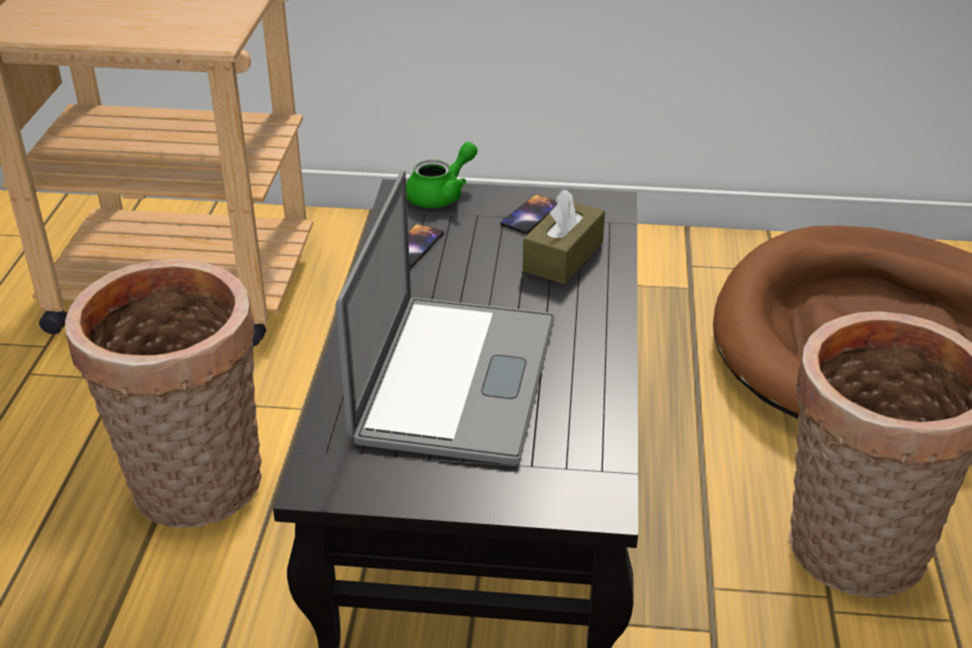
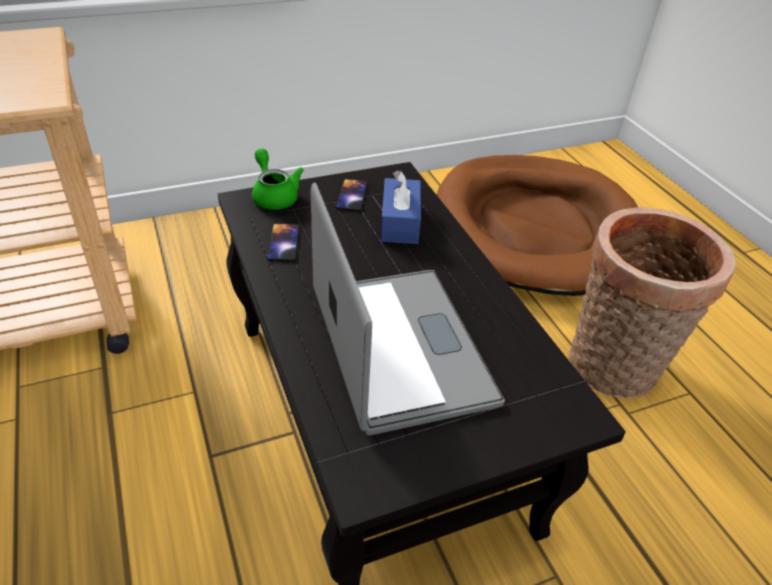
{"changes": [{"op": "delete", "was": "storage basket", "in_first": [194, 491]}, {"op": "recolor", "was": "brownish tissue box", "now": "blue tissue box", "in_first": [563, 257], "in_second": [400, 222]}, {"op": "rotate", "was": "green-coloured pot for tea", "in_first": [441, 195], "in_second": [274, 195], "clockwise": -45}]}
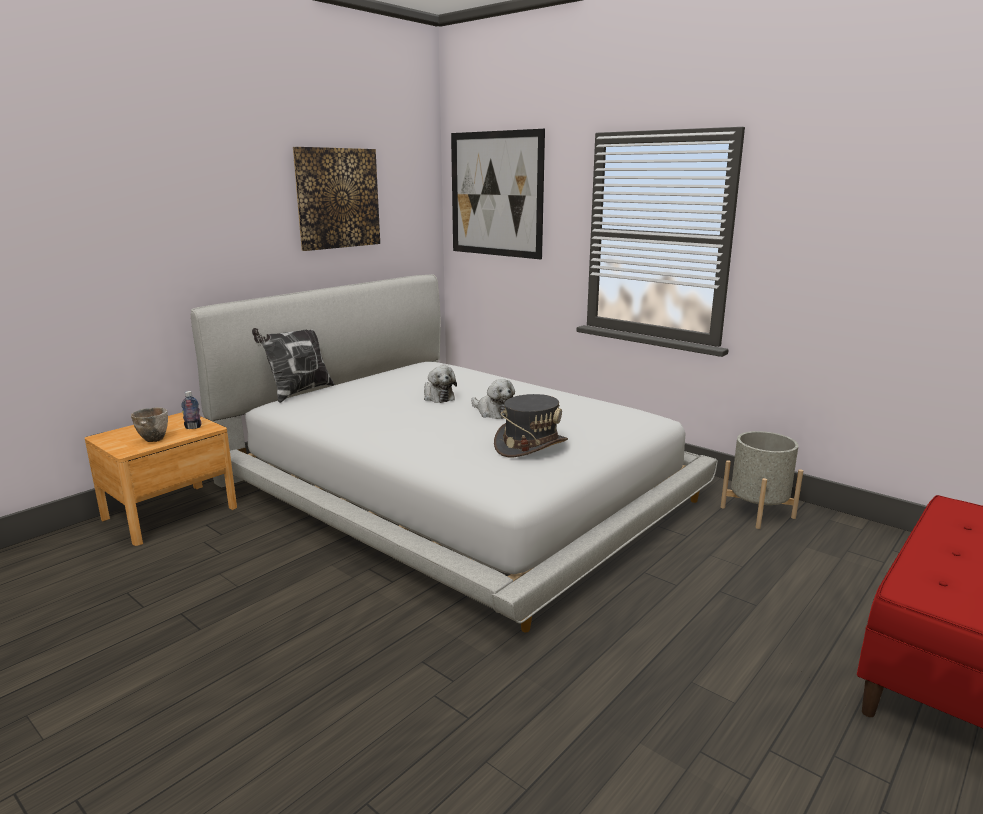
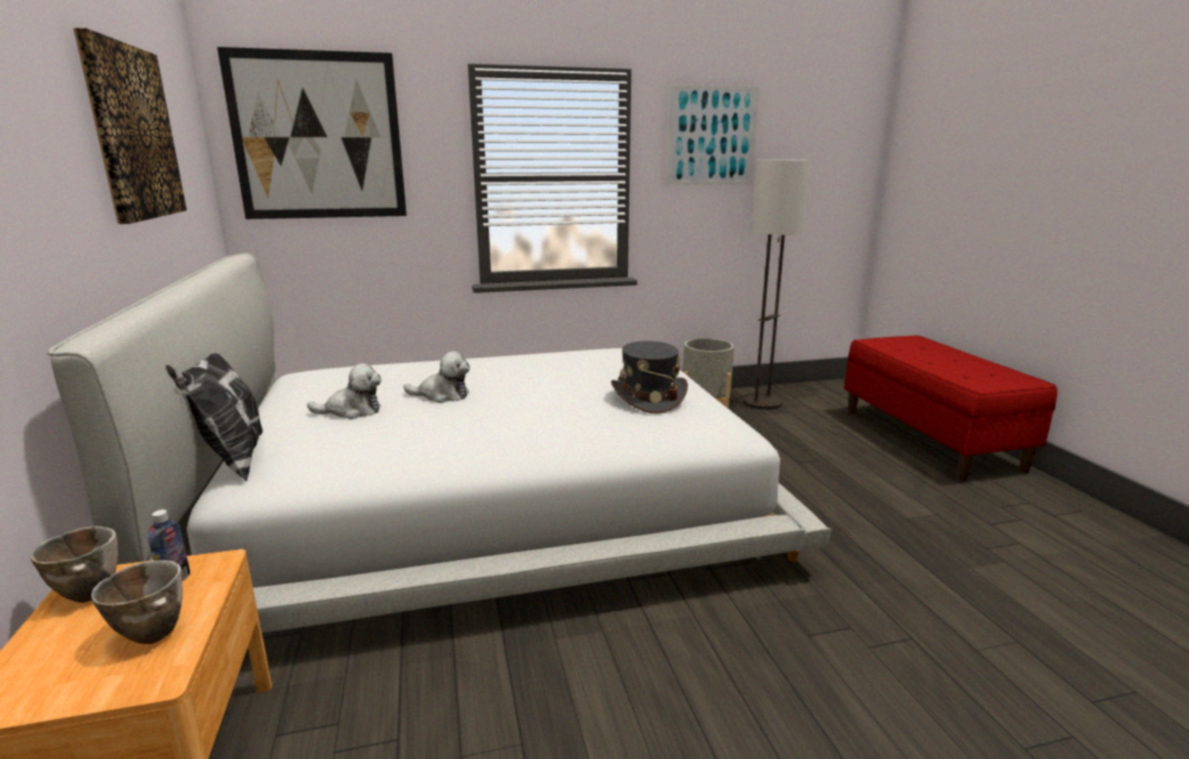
{"changes": [{"op": "insert", "now": "serving bowl", "in_second": [90, 592]}, {"op": "insert", "now": "picture", "in_second": [712, 136]}, {"op": "insert", "now": "standard lamp", "in_second": [762, 402]}, {"op": "move", "was": "plush toy", "in_first": [493, 412], "in_second": [352, 411]}]}
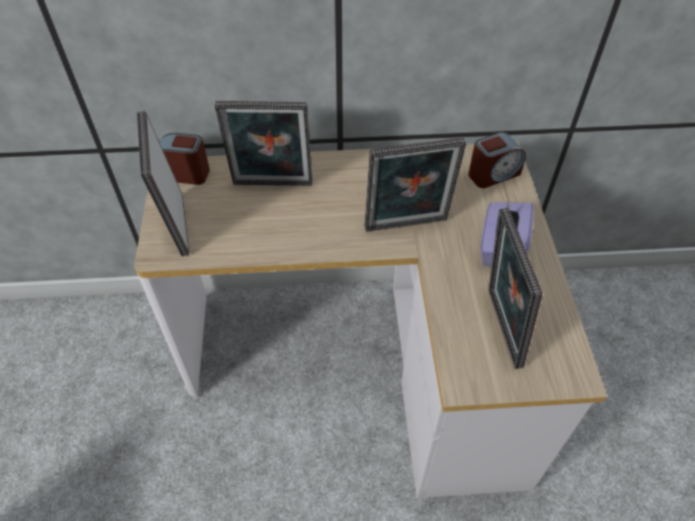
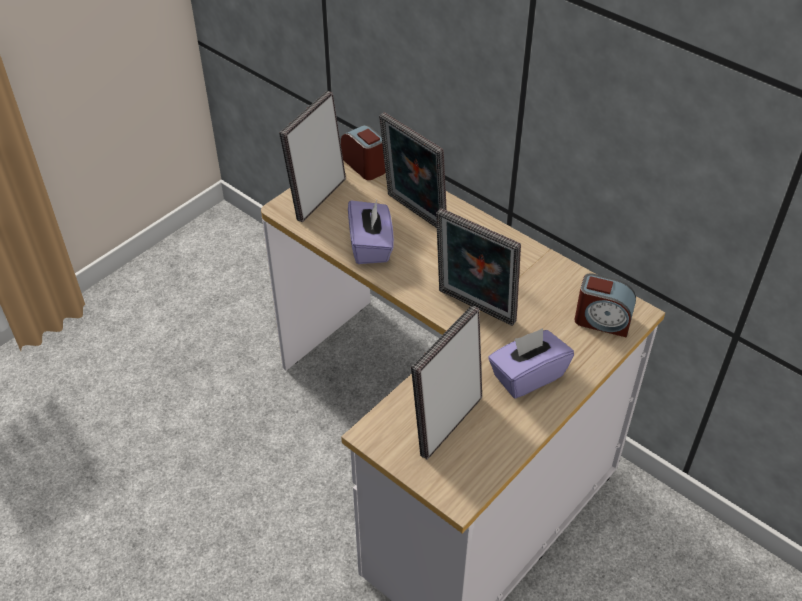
{"changes": [{"op": "insert", "now": "purplish tissue box", "in_second": [371, 246]}]}
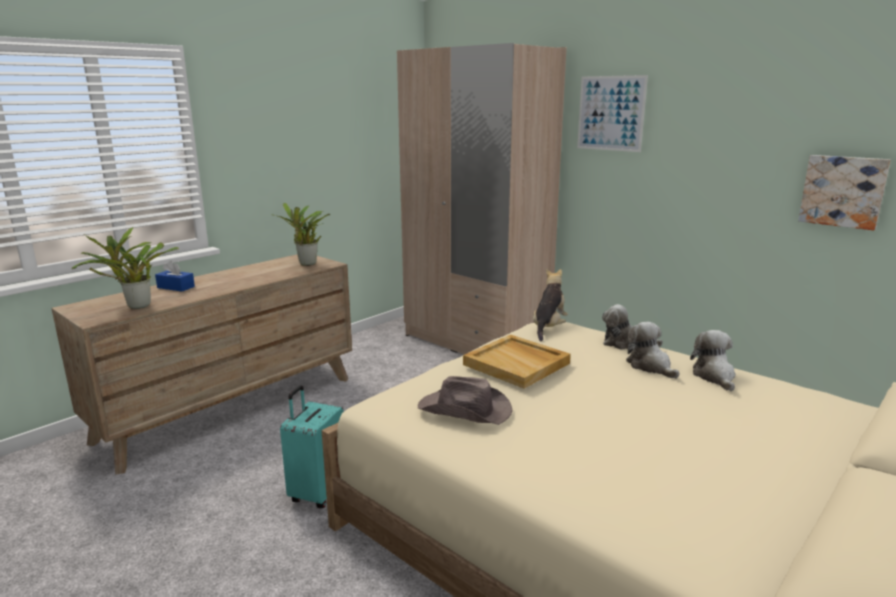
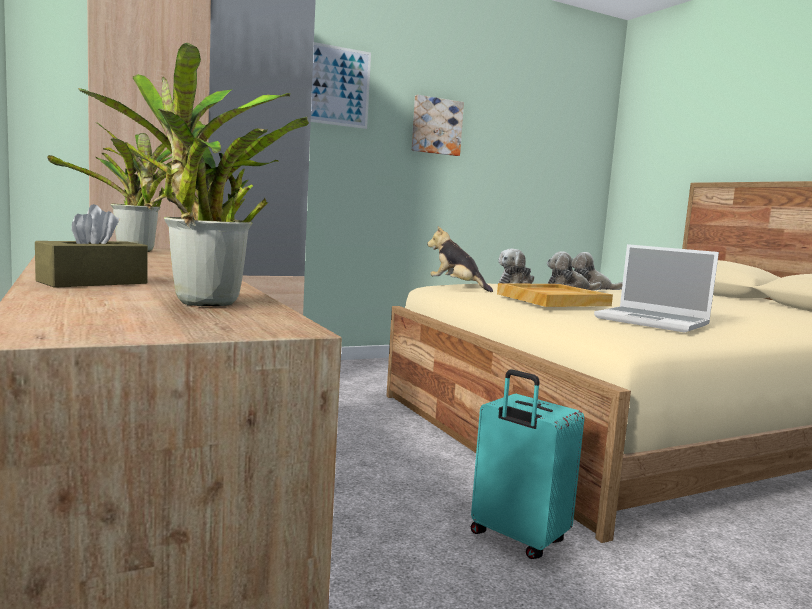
{"changes": [{"op": "move", "was": "picture", "in_first": [843, 191], "in_second": [436, 126]}, {"op": "replace", "was": "brownish hat", "now": "notebook computer", "in_first": [465, 410], "in_second": [653, 322]}, {"op": "recolor", "was": "blue tissue box", "now": "brownish tissue box", "in_first": [176, 287], "in_second": [93, 282]}]}
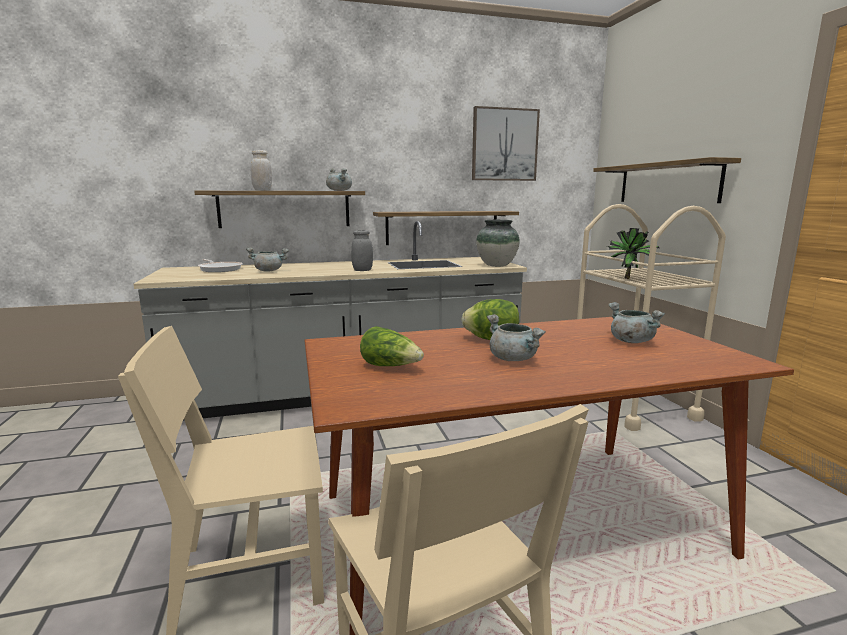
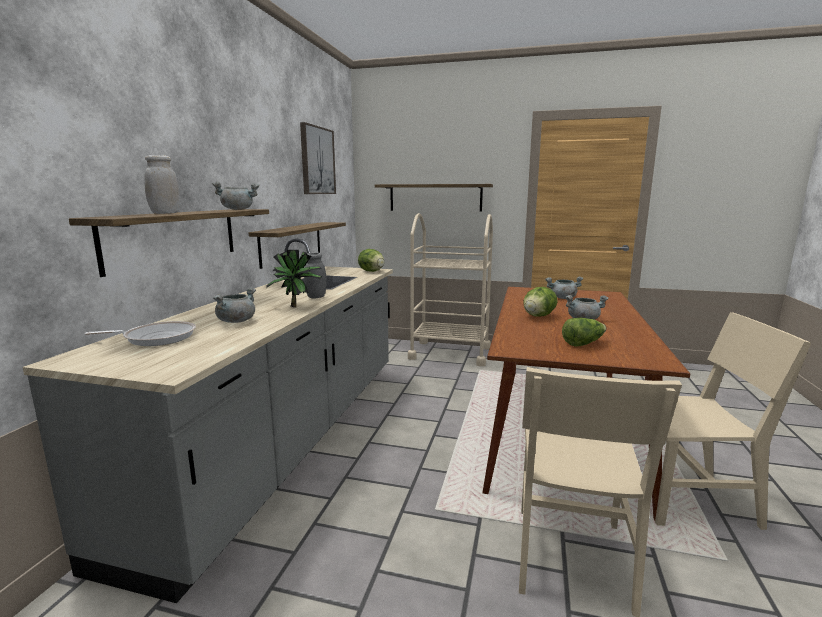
{"changes": [{"op": "move", "was": "potted plant", "in_first": [630, 279], "in_second": [297, 306]}, {"op": "replace", "was": "decorative vase", "now": "head of lettuce", "in_first": [497, 265], "in_second": [372, 271]}]}
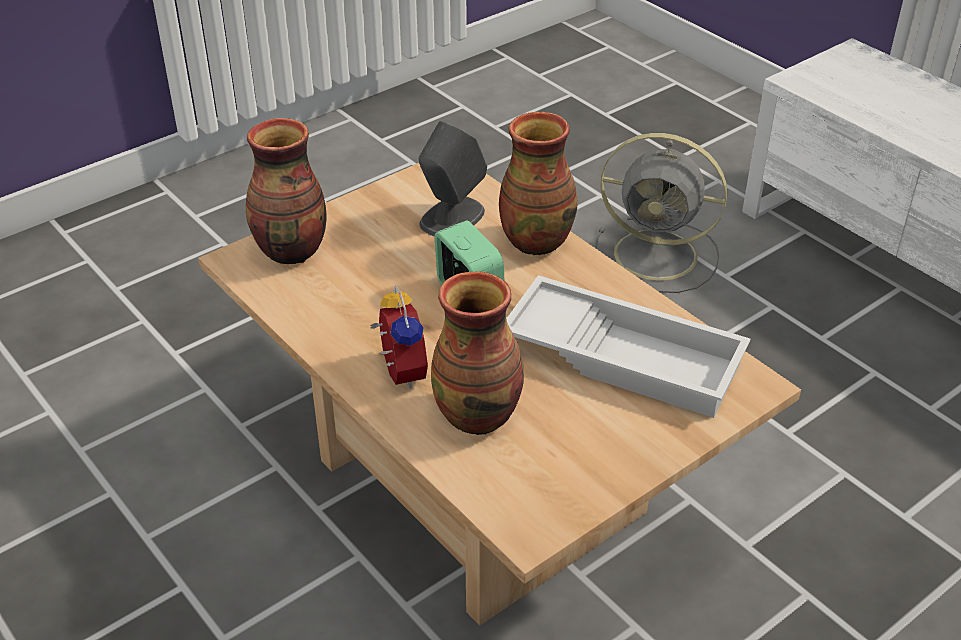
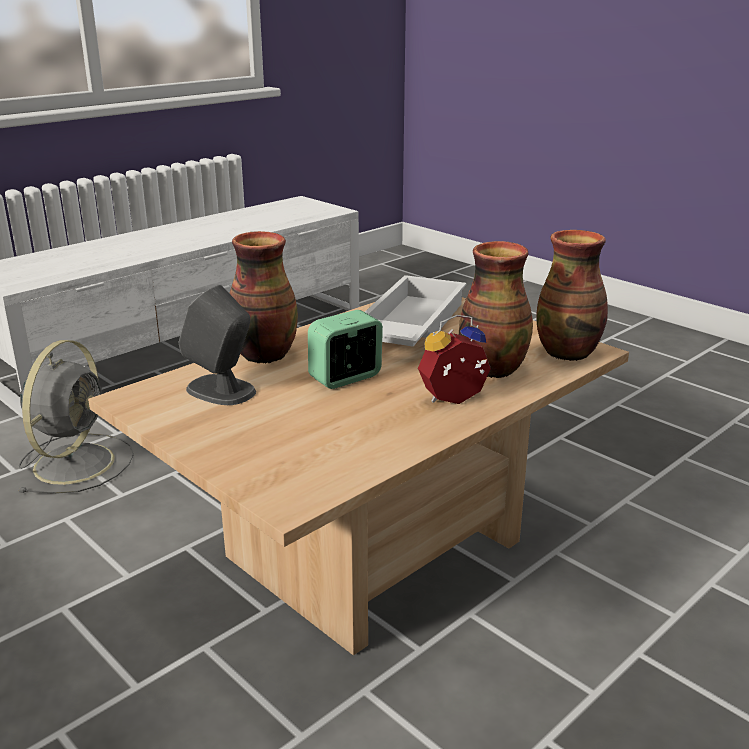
{"changes": [{"op": "move", "was": "decorative vase", "in_first": [292, 251], "in_second": [568, 352]}]}
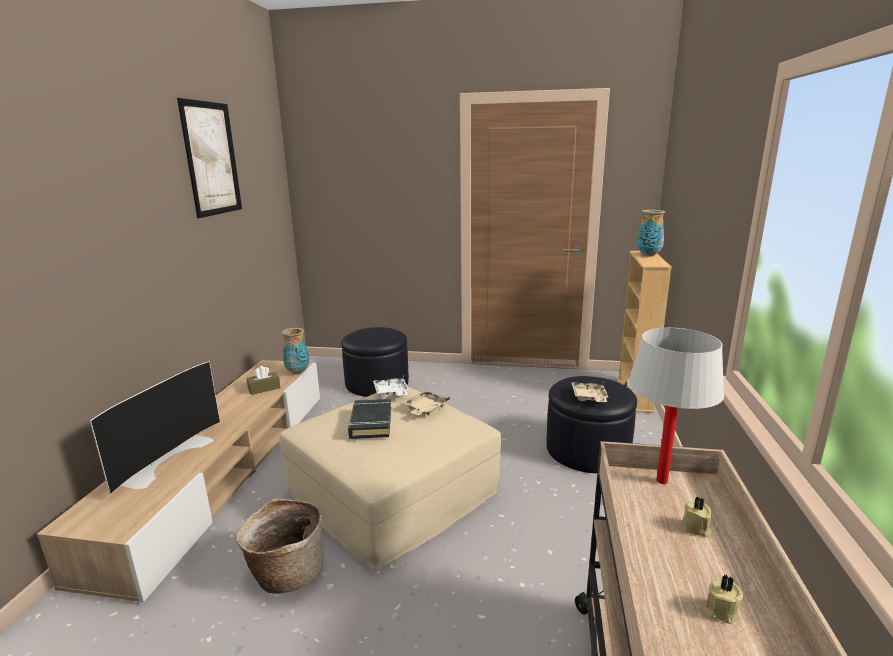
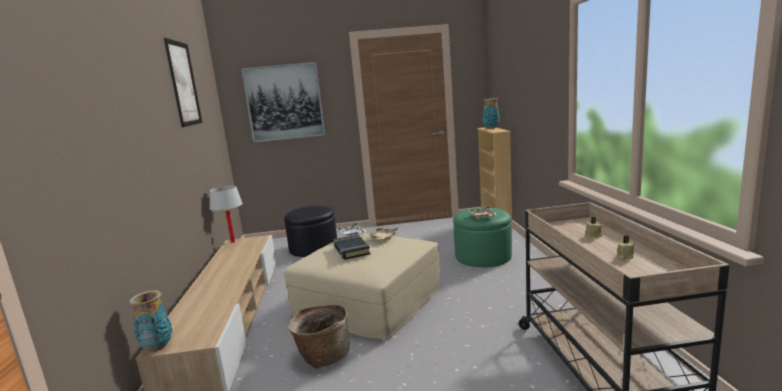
{"changes": [{"op": "delete", "was": "TV", "in_first": [166, 458]}, {"op": "delete", "was": "brownish tissue box", "in_first": [264, 388]}, {"op": "insert", "now": "picture", "in_second": [284, 102]}, {"op": "move", "was": "decorative vase", "in_first": [297, 372], "in_second": [158, 348]}, {"op": "move", "was": "white-coloured table lamp", "in_first": [661, 481], "in_second": [233, 242]}, {"op": "recolor", "was": "black-coloured pouffe", "now": "green-coloured pouffe", "in_first": [587, 450], "in_second": [483, 256]}]}
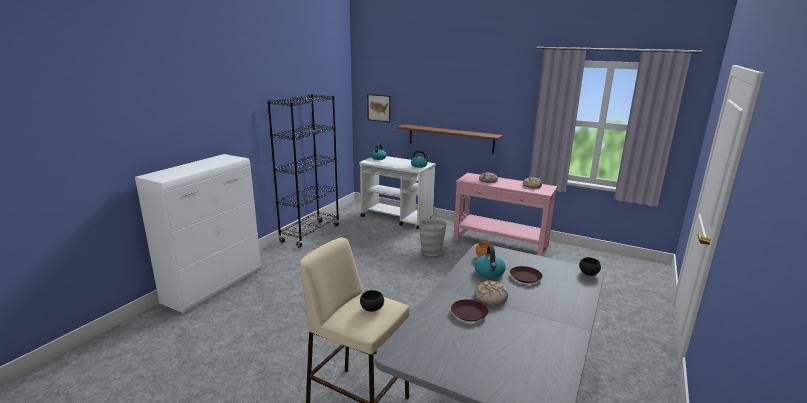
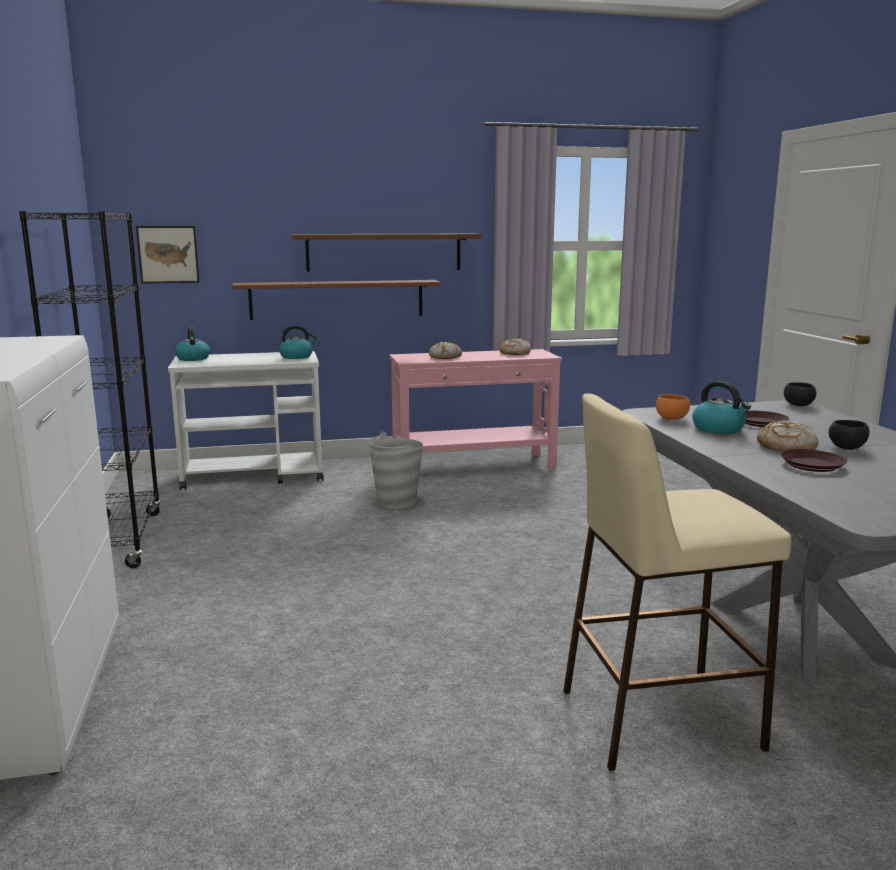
{"changes": [{"op": "insert", "now": "brownish shelf", "in_second": [384, 252]}, {"op": "move", "was": "black-coloured serving bowl", "in_first": [372, 309], "in_second": [846, 448]}]}
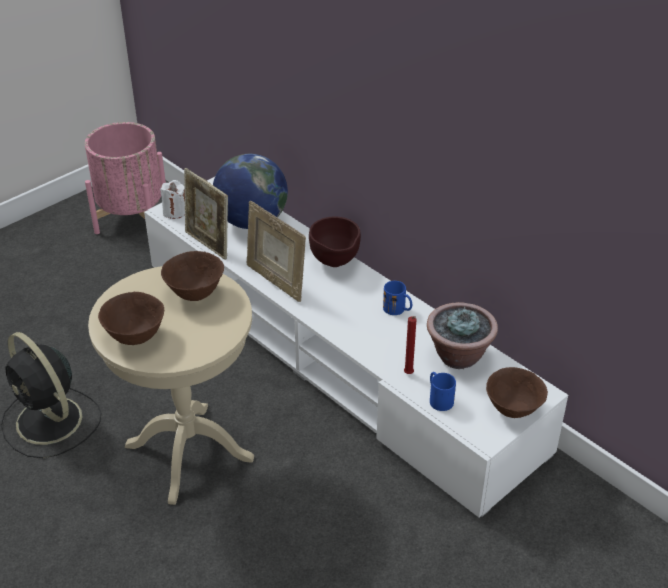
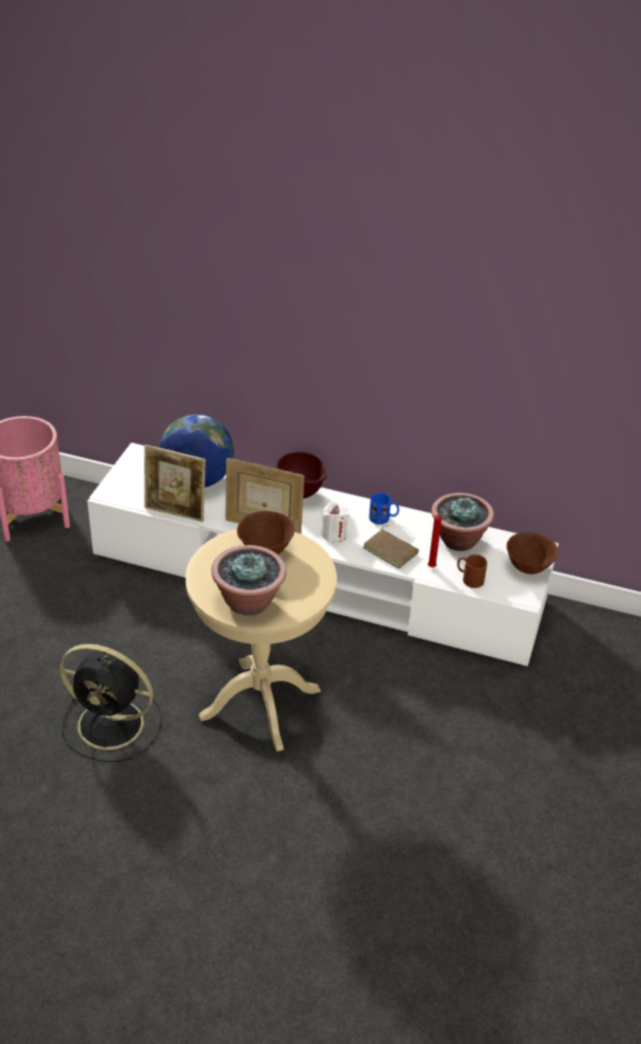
{"changes": [{"op": "insert", "now": "brownish volume", "in_second": [391, 550]}, {"op": "move", "was": "white-coloured candle", "in_first": [175, 212], "in_second": [334, 534]}, {"op": "replace", "was": "brownish serving bowl", "now": "potted plant", "in_first": [135, 336], "in_second": [248, 602]}, {"op": "recolor", "was": "blue coffee mug", "now": "brownish coffee mug", "in_first": [438, 398], "in_second": [469, 579]}]}
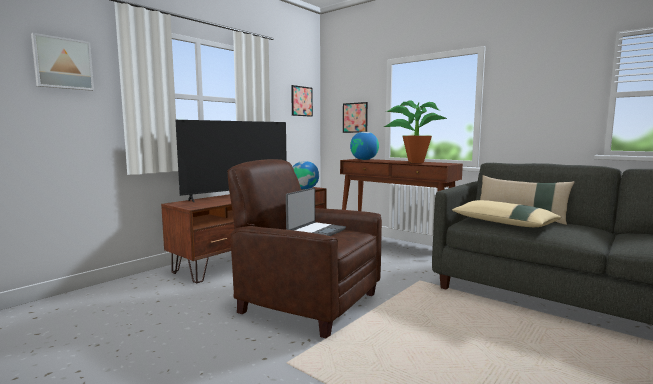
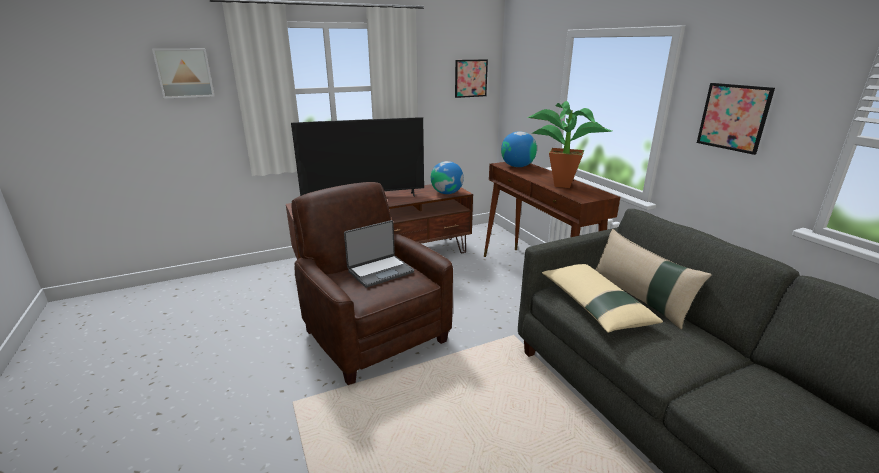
{"changes": [{"op": "move", "was": "picture", "in_first": [355, 117], "in_second": [733, 117]}]}
